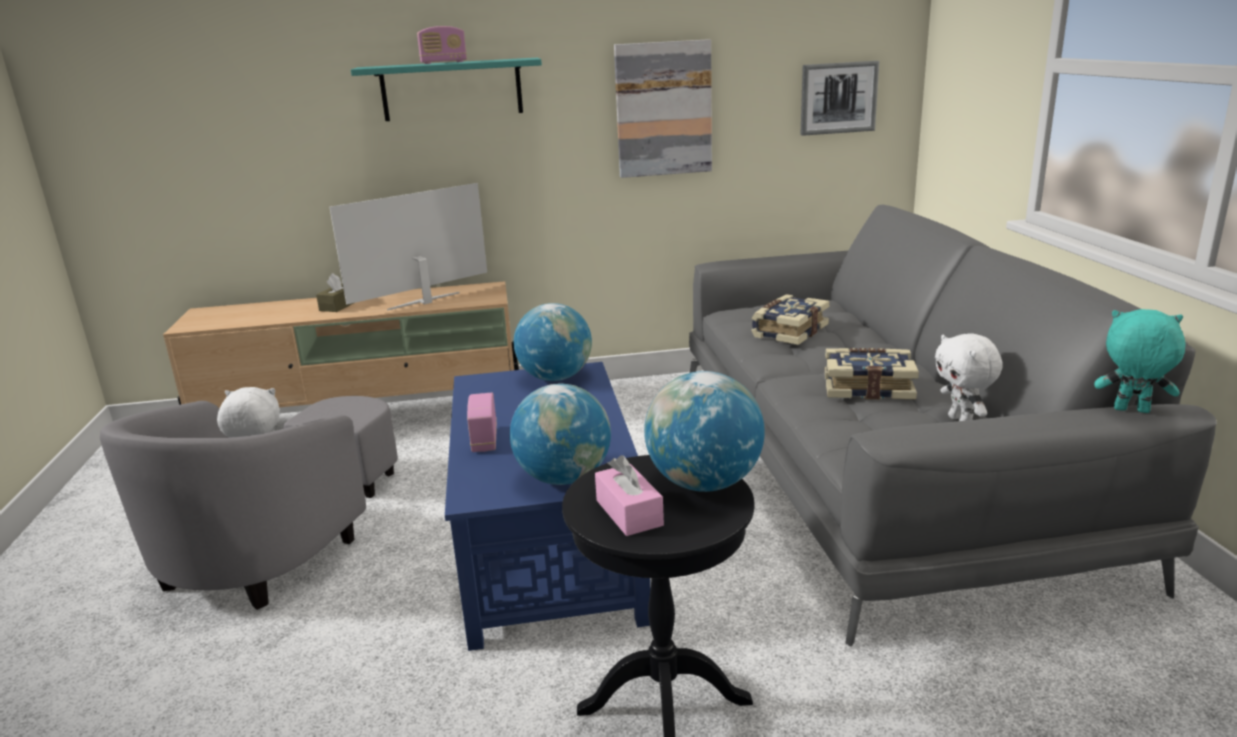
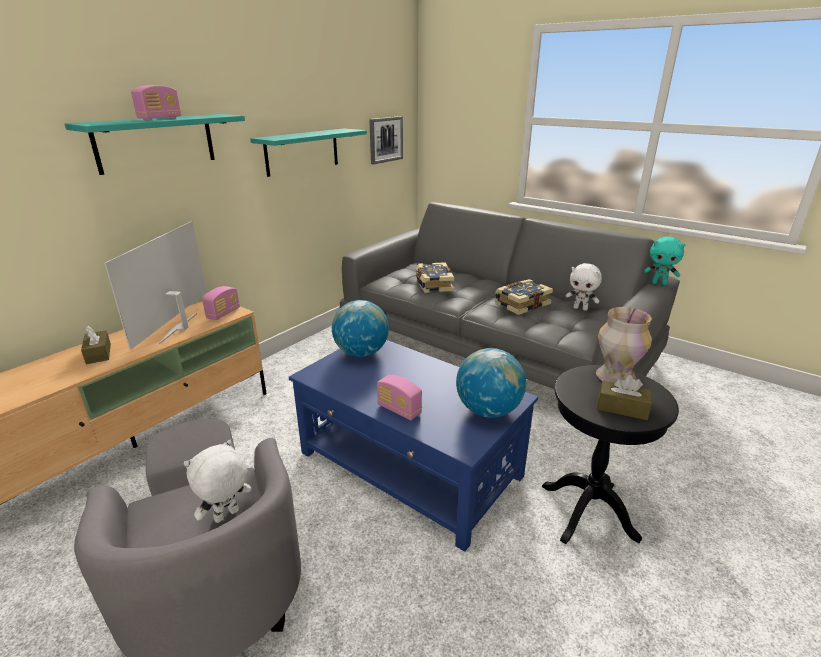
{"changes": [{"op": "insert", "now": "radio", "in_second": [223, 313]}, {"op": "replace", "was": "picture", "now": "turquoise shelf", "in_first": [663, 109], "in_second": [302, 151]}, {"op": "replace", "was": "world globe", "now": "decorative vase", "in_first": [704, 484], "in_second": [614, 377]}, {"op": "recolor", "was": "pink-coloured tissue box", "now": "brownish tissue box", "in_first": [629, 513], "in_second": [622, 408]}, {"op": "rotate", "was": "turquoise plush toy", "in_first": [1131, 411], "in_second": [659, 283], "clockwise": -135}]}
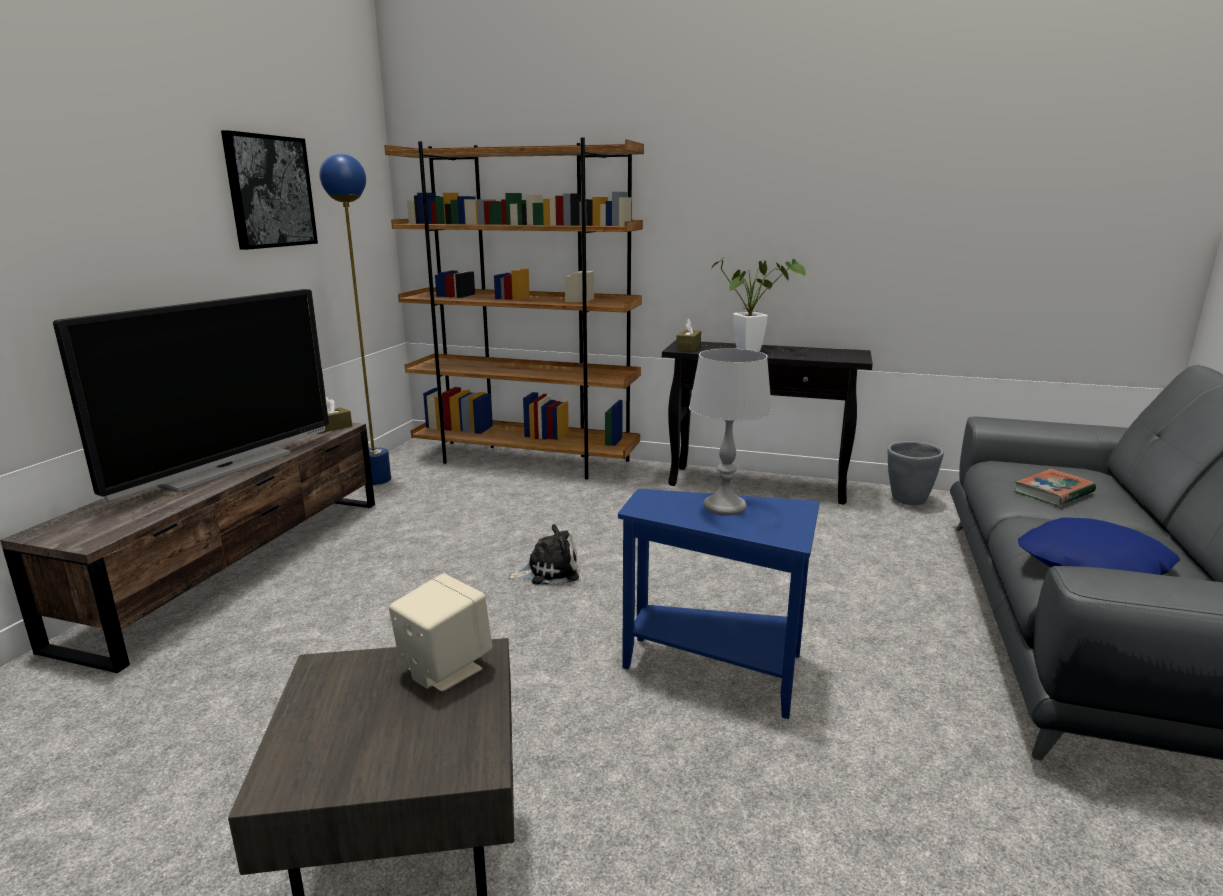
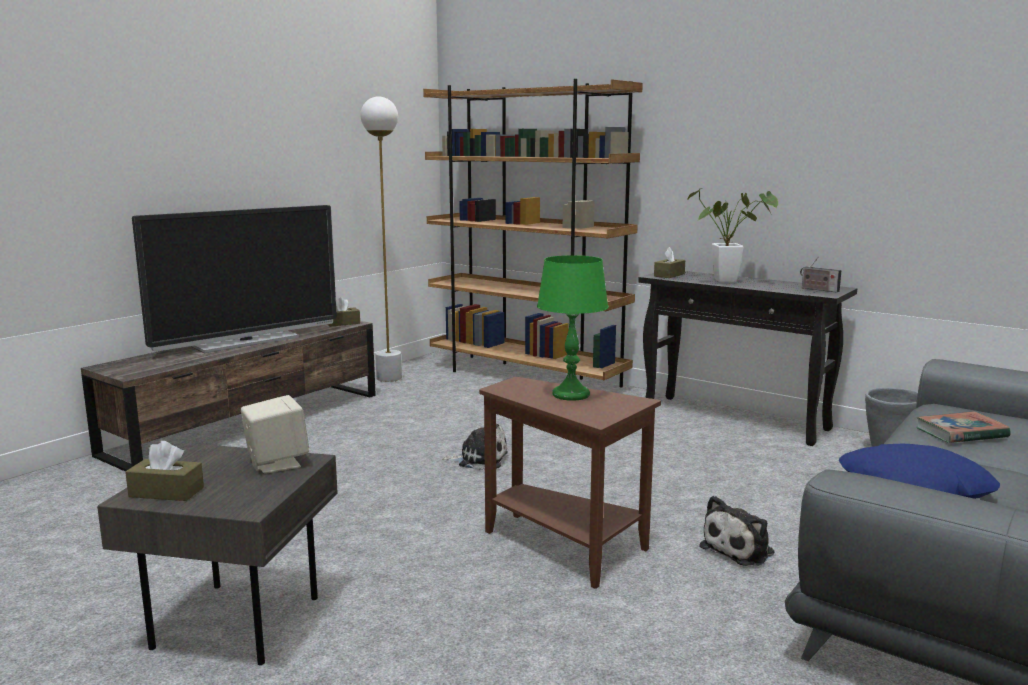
{"changes": [{"op": "delete", "was": "picture", "in_first": [270, 191]}, {"op": "insert", "now": "brownish tissue box", "in_second": [166, 492]}, {"op": "insert", "now": "plush toy", "in_second": [740, 549]}, {"op": "insert", "now": "radio", "in_second": [818, 289]}, {"op": "recolor", "was": "blue standard lamp", "now": "white-coloured standard lamp", "in_first": [376, 480], "in_second": [389, 378]}, {"op": "recolor", "was": "blue end table", "now": "brownish end table", "in_first": [719, 670], "in_second": [566, 548]}, {"op": "recolor", "was": "gray table lamp", "now": "green-coloured table lamp", "in_first": [724, 507], "in_second": [570, 395]}]}
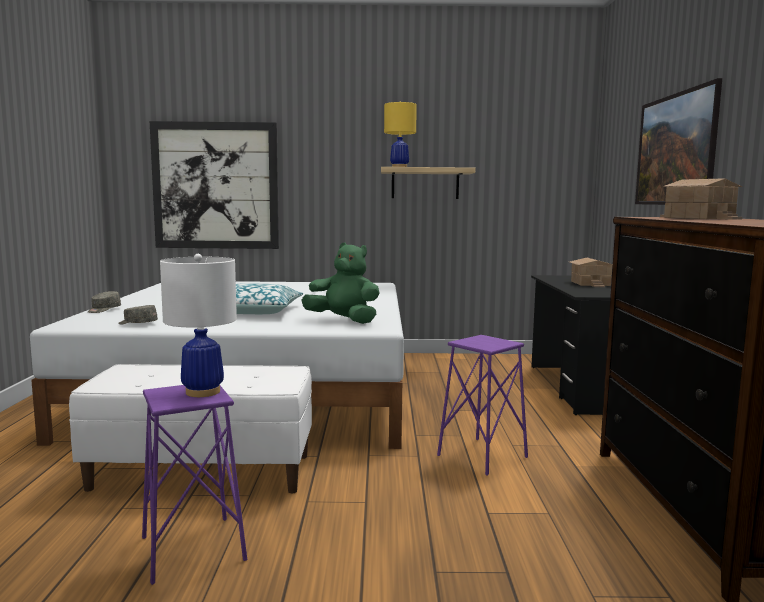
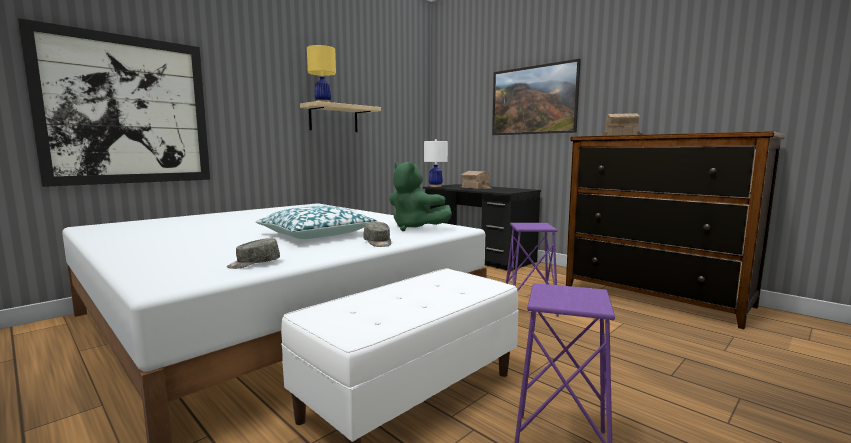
{"changes": [{"op": "move", "was": "gray cap", "in_first": [103, 310], "in_second": [378, 243]}, {"op": "move", "was": "white-coloured table lamp", "in_first": [203, 392], "in_second": [435, 186]}, {"op": "rotate", "was": "green-coloured plush toy", "in_first": [344, 320], "in_second": [415, 228], "clockwise": -120}]}
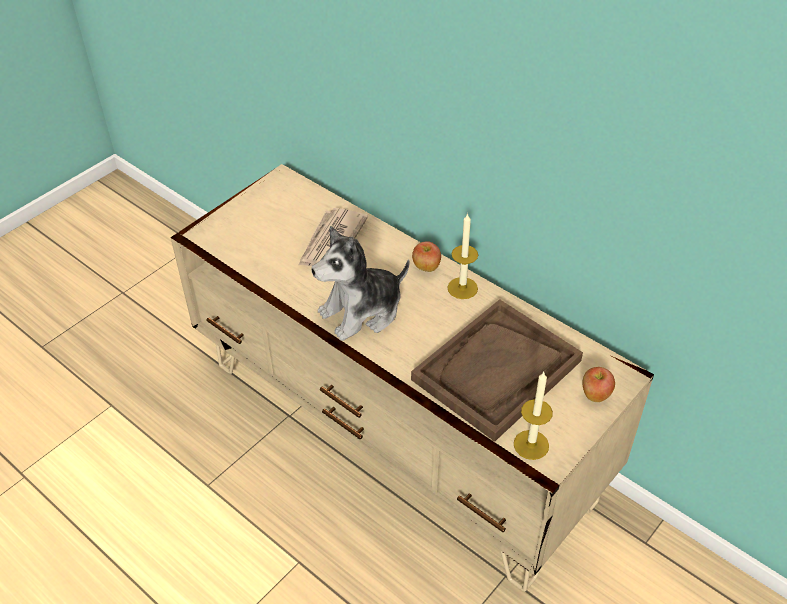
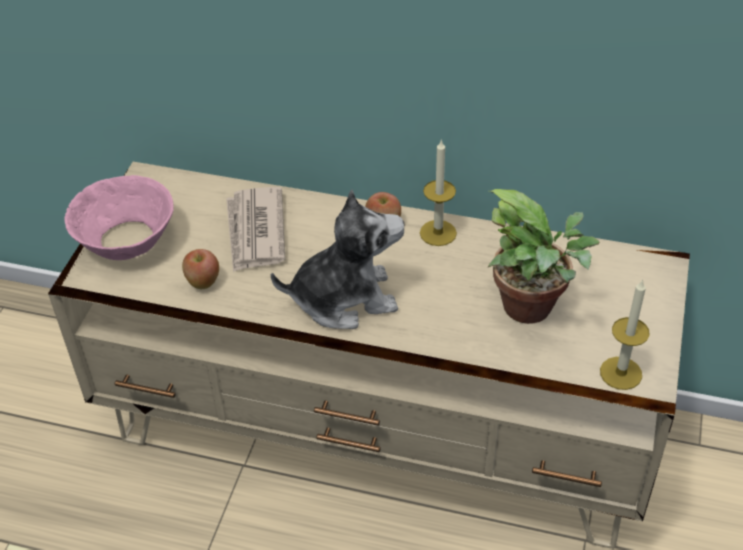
{"changes": [{"op": "insert", "now": "pink-coloured serving bowl", "in_second": [127, 240]}, {"op": "move", "was": "apple", "in_first": [595, 395], "in_second": [203, 282]}, {"op": "replace", "was": "brownish tray", "now": "potted plant", "in_first": [496, 371], "in_second": [533, 309]}, {"op": "rotate", "was": "plush toy", "in_first": [362, 312], "in_second": [344, 298], "clockwise": -135}]}
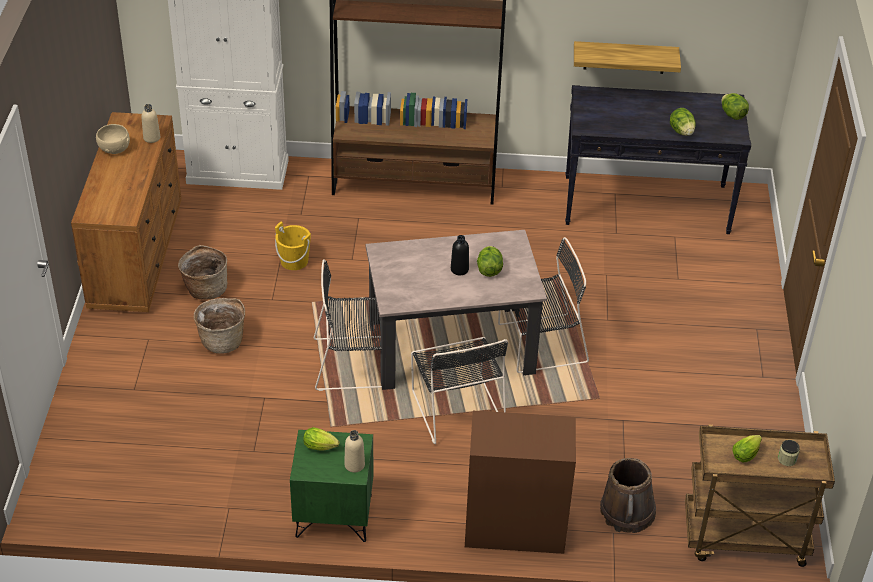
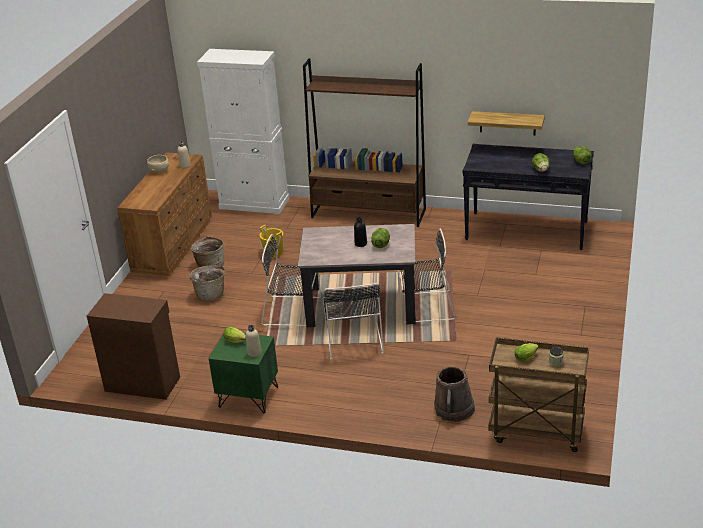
{"changes": [{"op": "move", "was": "brownish cupboard", "in_first": [514, 528], "in_second": [142, 383]}]}
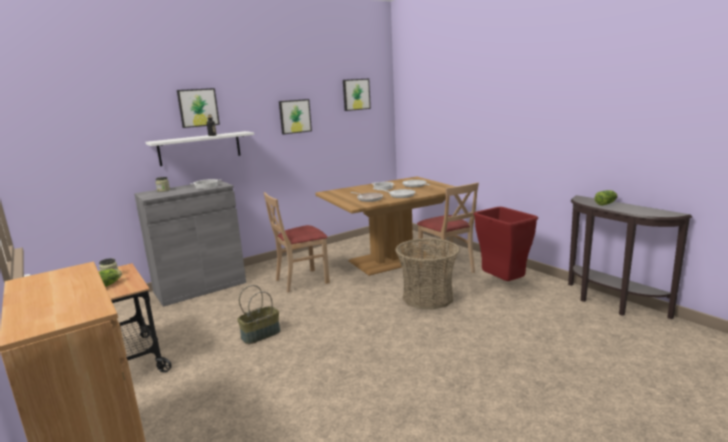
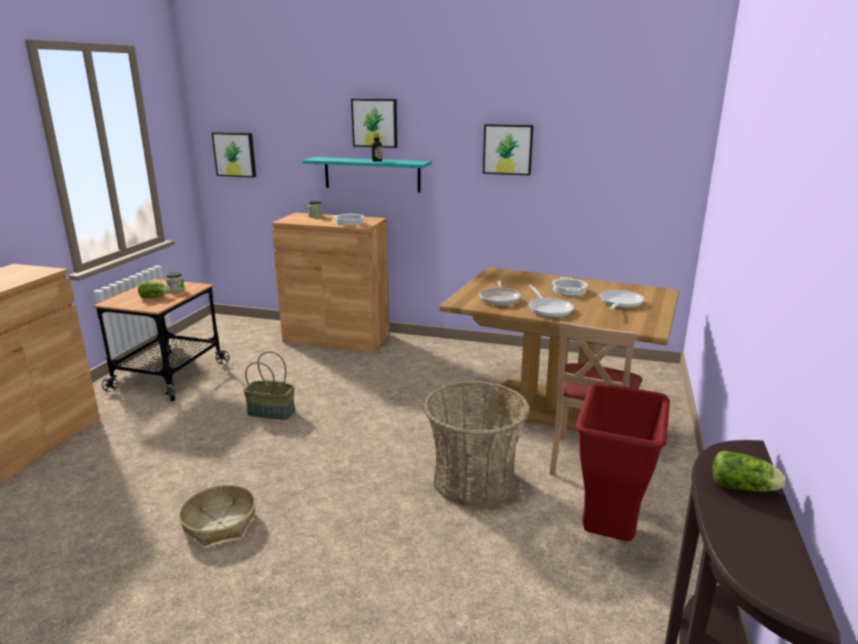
{"changes": [{"op": "delete", "was": "beige-coloured plain chair", "in_first": [302, 281]}, {"op": "insert", "now": "storage basket", "in_second": [220, 523]}, {"op": "move", "was": "picture", "in_first": [356, 94], "in_second": [235, 154]}, {"op": "recolor", "was": "gray cupboard", "now": "brownish cupboard", "in_first": [200, 287], "in_second": [336, 338]}, {"op": "recolor", "was": "white-coloured shelf", "now": "turquoise shelf", "in_first": [200, 148], "in_second": [372, 174]}]}
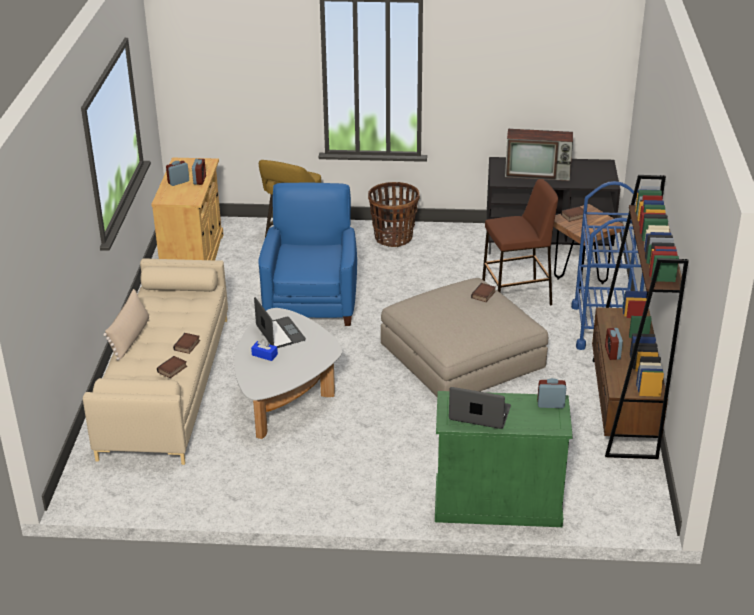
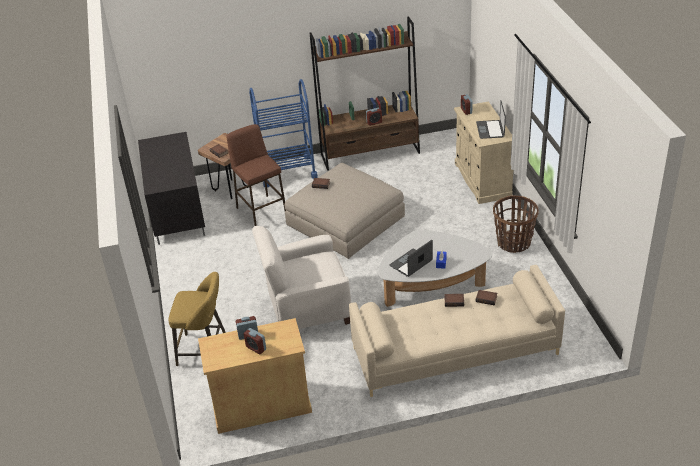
{"changes": [{"op": "delete", "was": "beige-coloured pillow", "in_first": [130, 338]}, {"op": "delete", "was": "TV", "in_first": [538, 173]}, {"op": "move", "was": "storage basket", "in_first": [393, 237], "in_second": [513, 243]}, {"op": "recolor", "was": "blue armchair", "now": "white-coloured armchair", "in_first": [311, 302], "in_second": [307, 308]}, {"op": "recolor", "was": "green-coloured cupboard", "now": "beige-coloured cupboard", "in_first": [497, 503], "in_second": [482, 180]}]}
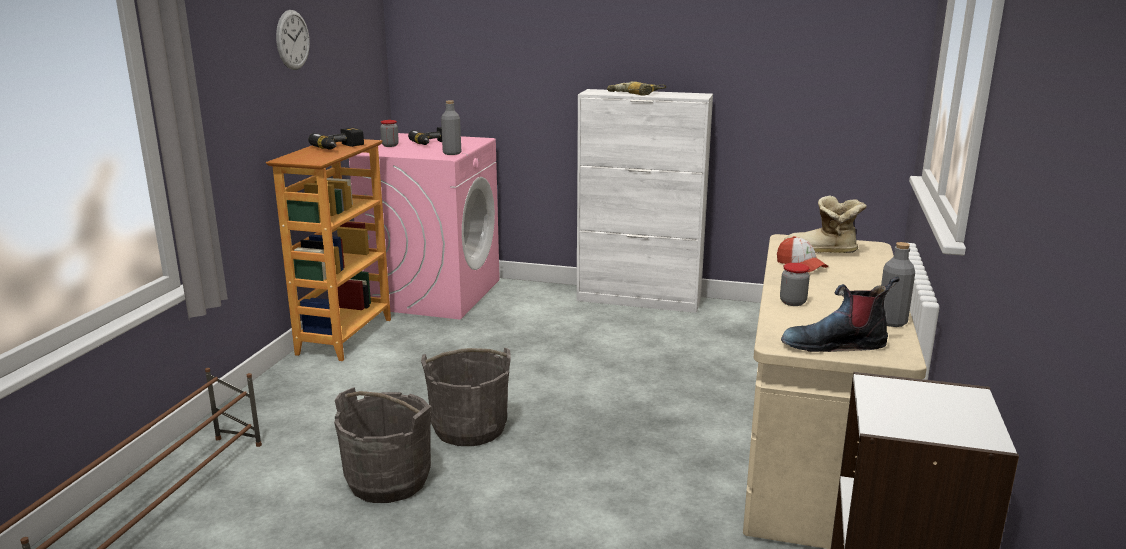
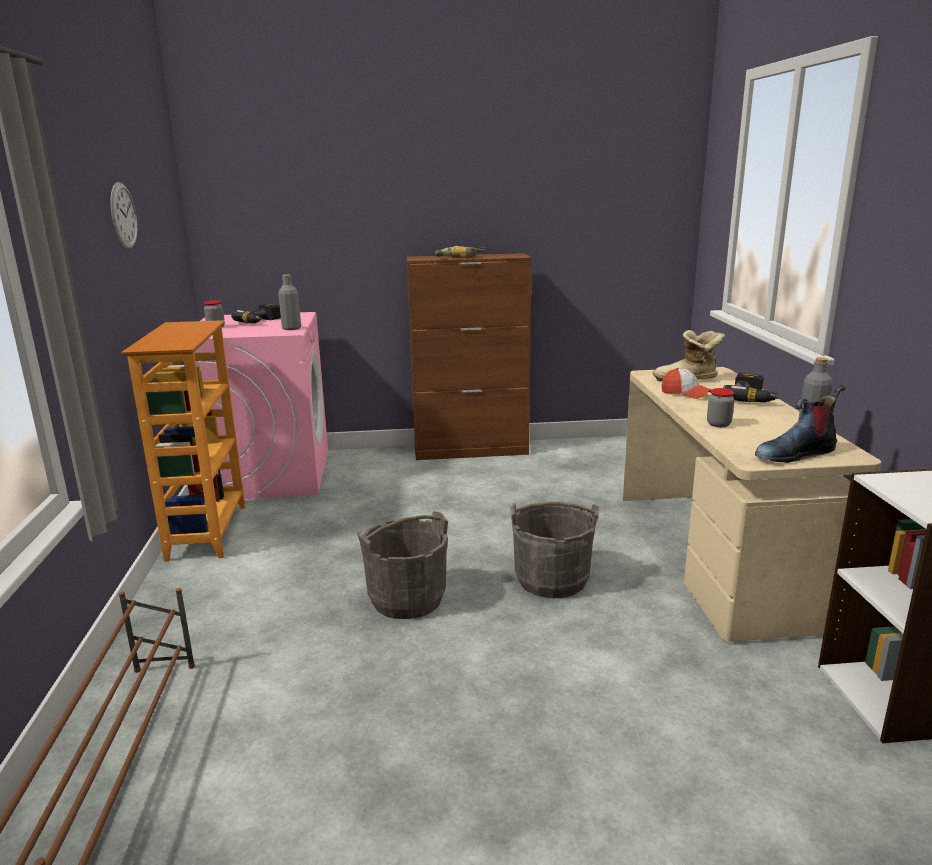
{"changes": [{"op": "move", "was": "electric drill", "in_first": [340, 148], "in_second": [752, 398]}, {"op": "move", "was": "gray pail", "in_first": [388, 481], "in_second": [552, 580]}, {"op": "recolor", "was": "white-coloured cupboard", "now": "brownish cupboard", "in_first": [639, 300], "in_second": [471, 451]}]}
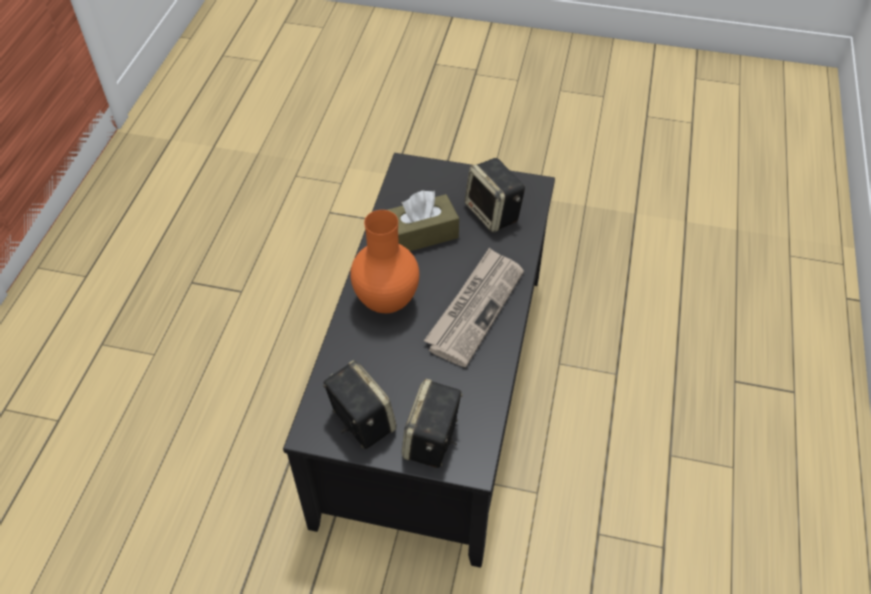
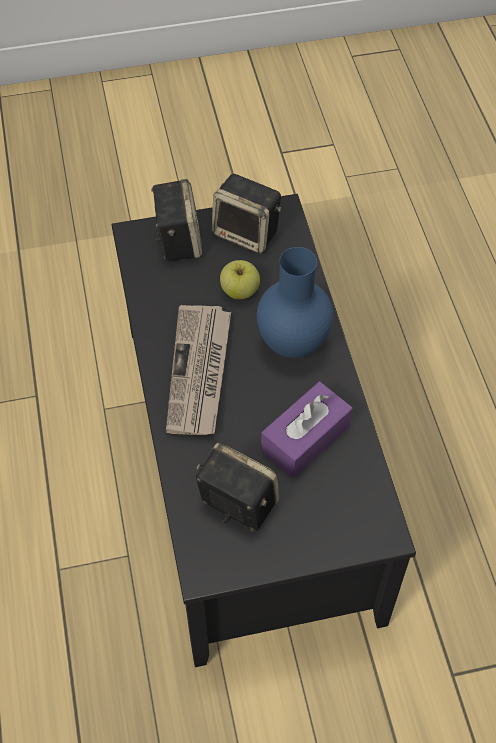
{"changes": [{"op": "insert", "now": "apple", "in_second": [240, 291]}, {"op": "recolor", "was": "orange-coloured decorative vase", "now": "blue decorative vase", "in_first": [388, 301], "in_second": [291, 345]}, {"op": "recolor", "was": "brownish tissue box", "now": "purplish tissue box", "in_first": [421, 234], "in_second": [305, 438]}]}
